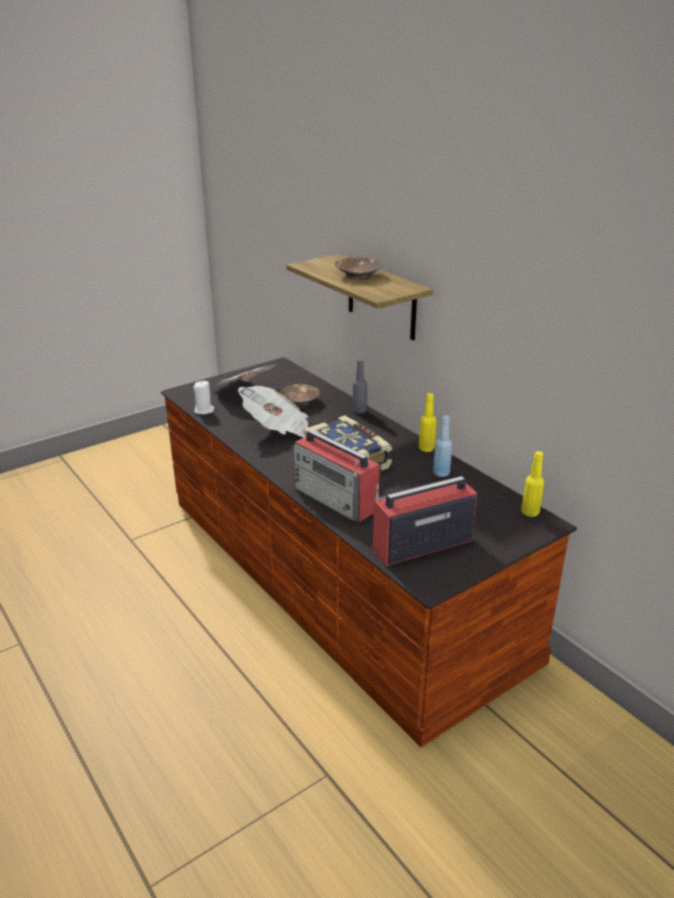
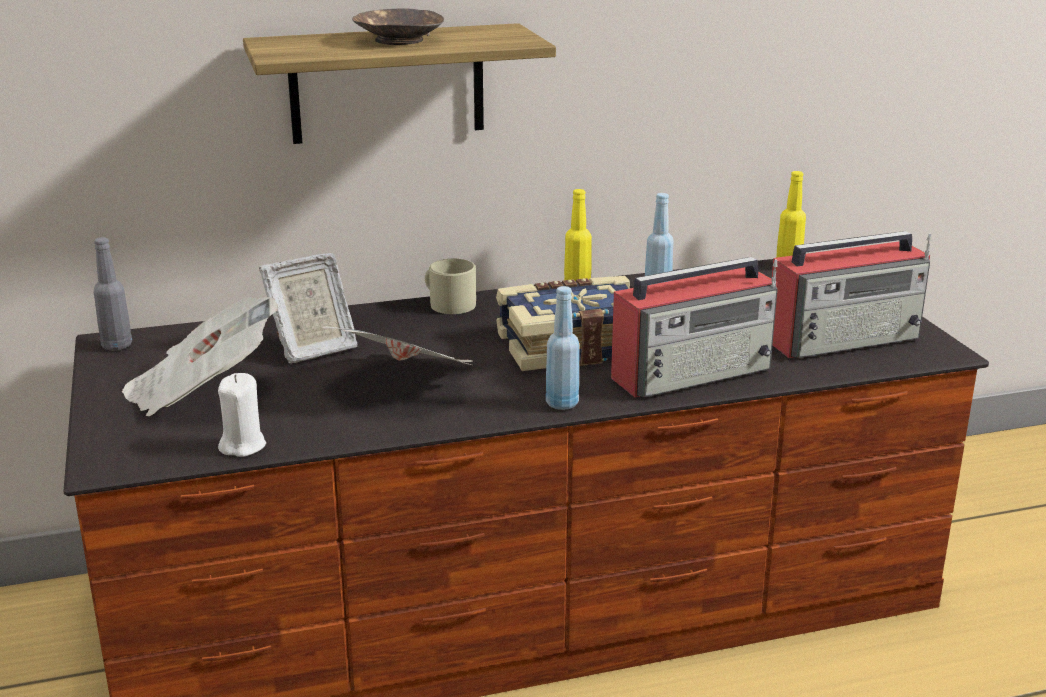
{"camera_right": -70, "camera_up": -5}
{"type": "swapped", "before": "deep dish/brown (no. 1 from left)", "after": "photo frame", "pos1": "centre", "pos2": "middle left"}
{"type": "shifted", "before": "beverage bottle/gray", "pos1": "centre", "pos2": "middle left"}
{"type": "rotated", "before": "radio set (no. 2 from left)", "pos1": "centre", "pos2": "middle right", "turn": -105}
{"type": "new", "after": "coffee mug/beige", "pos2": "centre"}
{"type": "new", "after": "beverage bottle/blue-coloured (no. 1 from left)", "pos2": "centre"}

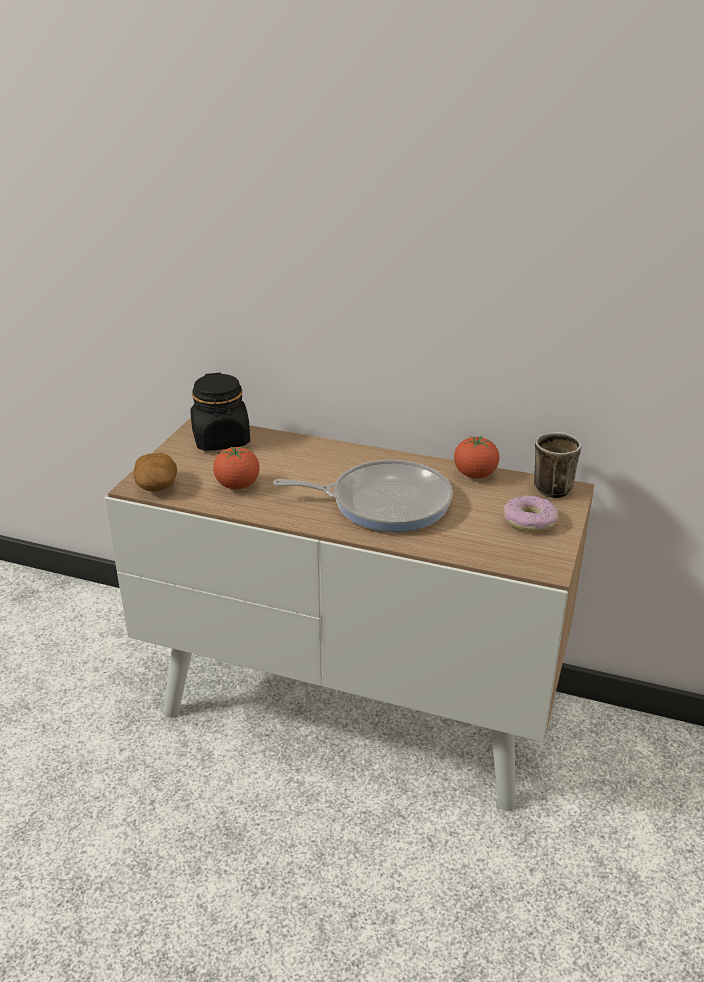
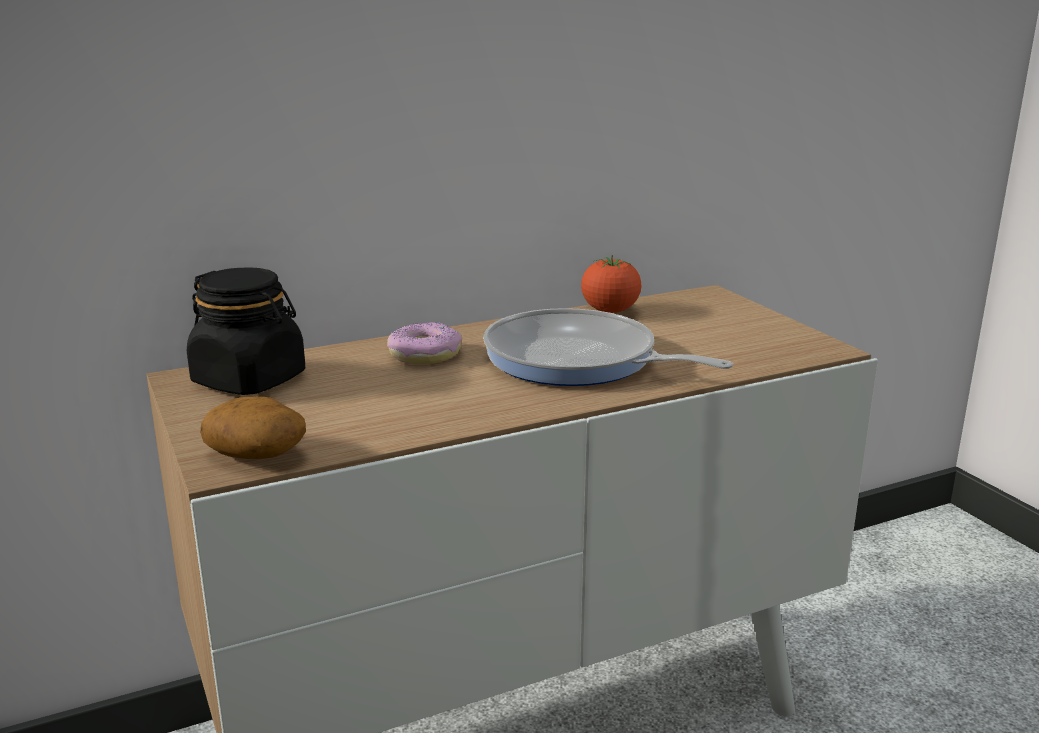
{"camera_right": -45, "camera_up": -10}
{"type": "gone", "before": "tomato (no. 1 from left)", "pos1": "centre"}
{"type": "rotated", "before": "frying pan", "pos1": "centre", "pos2": "centre", "turn": -105}
{"type": "shifted", "before": "doughnut", "pos1": "middle right", "pos2": "centre"}
{"type": "gone", "before": "coffee mug", "pos1": "middle right"}

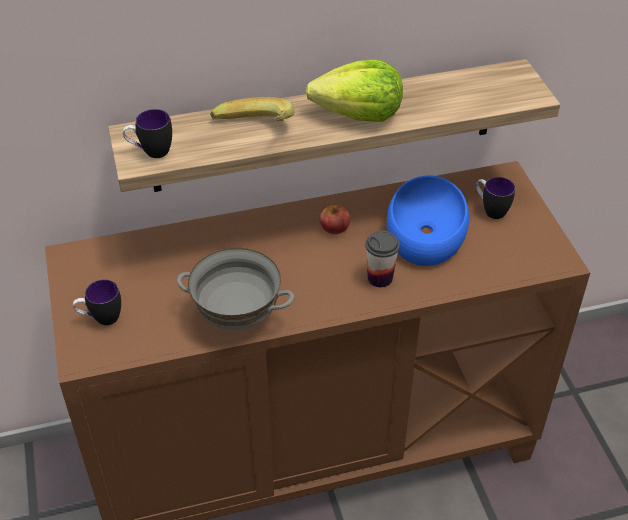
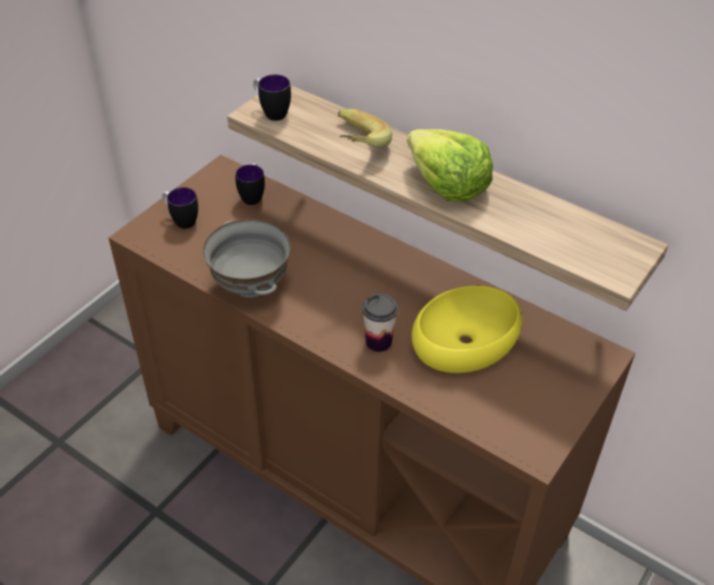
{"camera_right": 50, "camera_up": 0}
{"type": "gone", "before": "apple fruit", "pos1": "centre"}
{"type": "repainted", "before": "deep dish/blue-coloured", "after": "deep dish/yellow", "pos1": "middle right", "pos2": "centre"}
{"type": "shifted", "before": "coffee mug (no. 3 from left in the first image)", "after": "coffee mug (no. 2 from left)", "pos1": "middle right", "pos2": "top centre"}

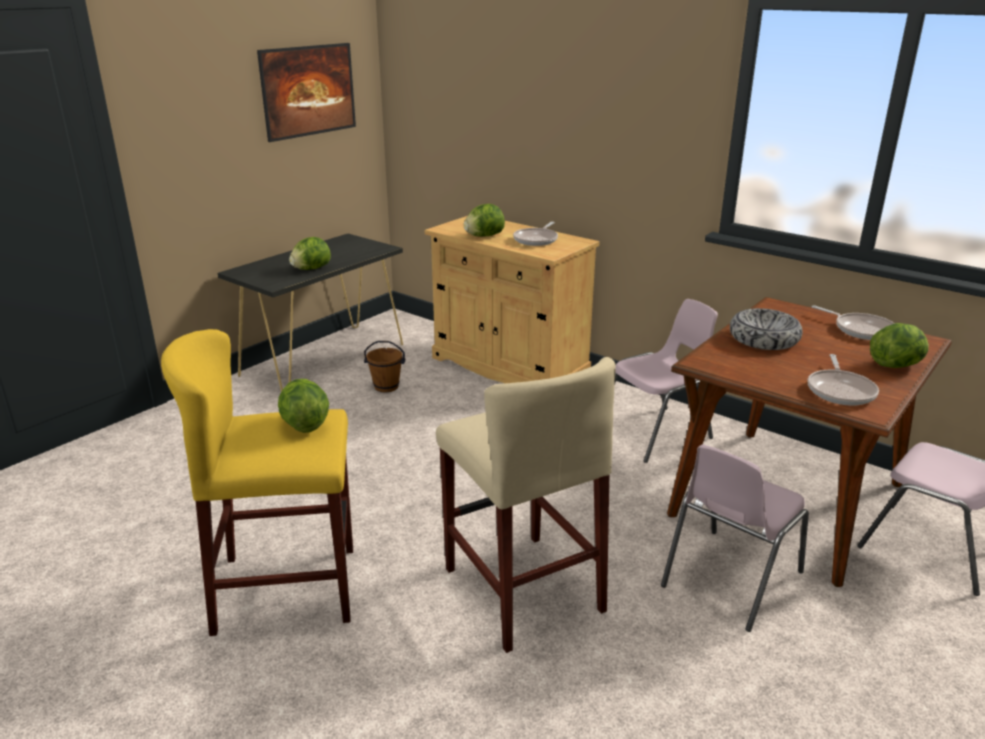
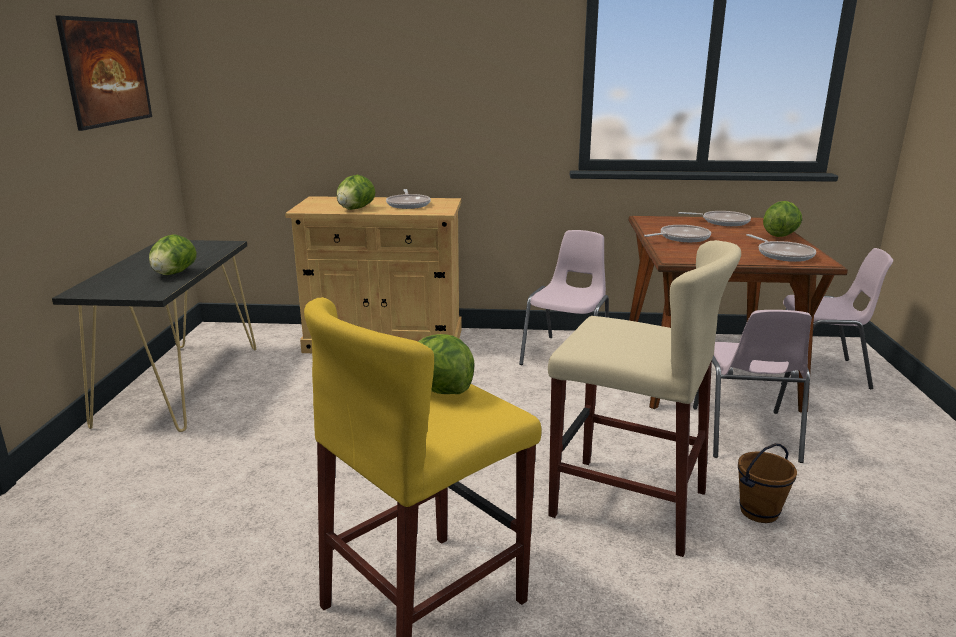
{"camera_right": -35, "camera_up": -5}
{"type": "shifted", "before": "bucket/brown", "pos1": "centre", "pos2": "bottom right"}
{"type": "swapped", "before": "deep dish", "after": "frying pan (no. 2 from left)", "pos1": "middle right", "pos2": "middle right"}

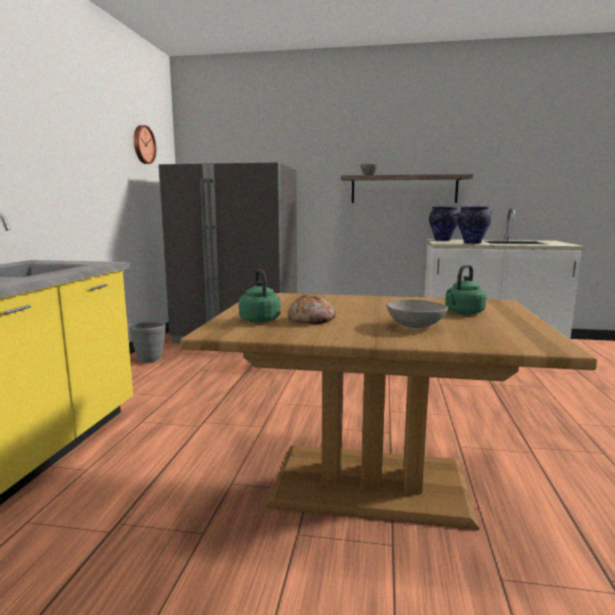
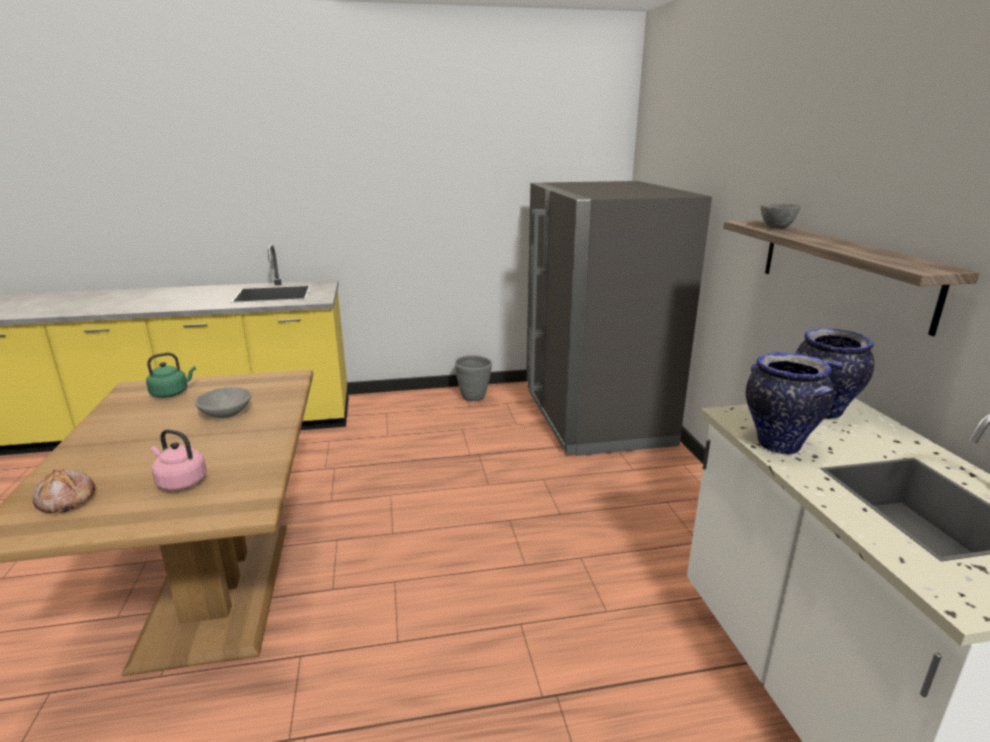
{"camera_right": 70, "camera_up": 10}
{"type": "gone", "before": "hanging clock", "pos1": "top left"}
{"type": "shifted", "before": "baked bread", "pos1": "centre", "pos2": "middle left"}
{"type": "shifted", "before": "deep dish/gray (no. 2 from left in the first image)", "after": "deep dish/gray (no. 1 from left)", "pos1": "middle right", "pos2": "middle left"}
{"type": "repainted", "before": "tea kettle/green-coloured (no. 2 from left)", "after": "tea kettle/pink-coloured", "pos1": "middle right", "pos2": "middle left"}

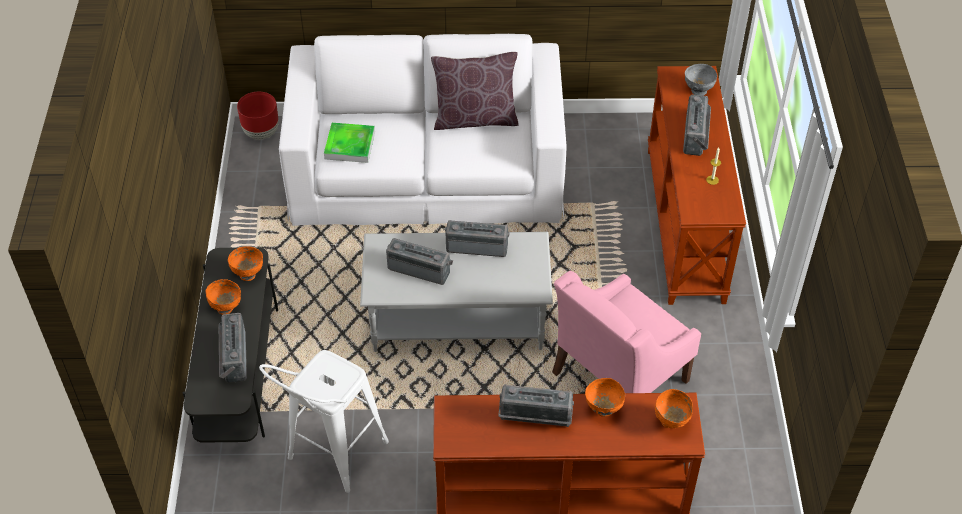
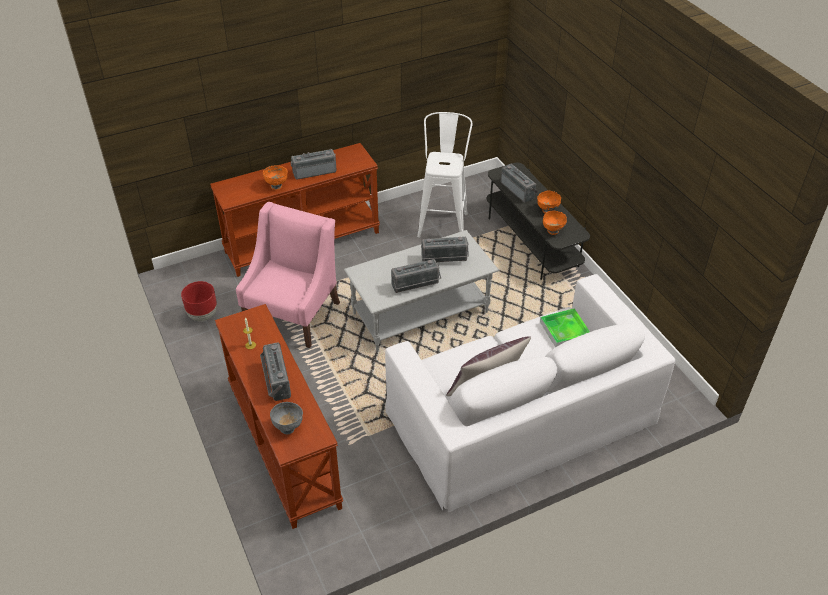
{"camera_right": 155, "camera_up": -5}
{"type": "shifted", "before": "flower pot/red-coloured", "pos1": "top left", "pos2": "middle left"}
{"type": "gone", "before": "deep dish/orange (no. 4 from left)", "pos1": "bottom right"}

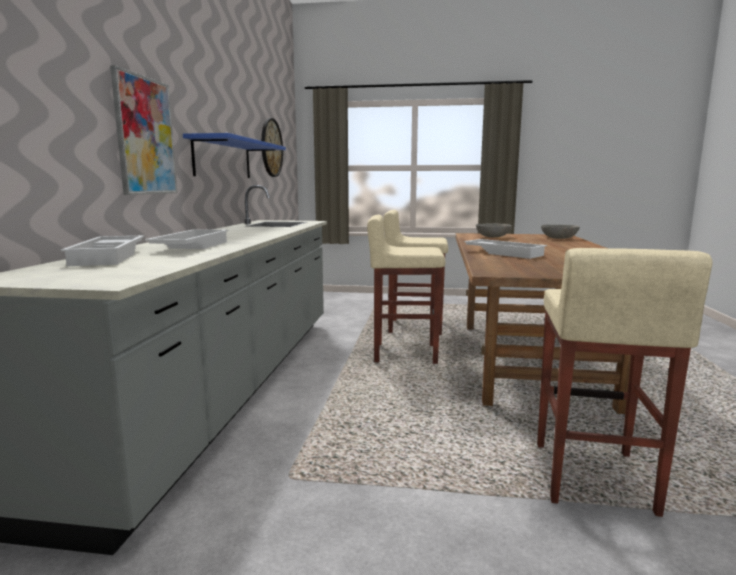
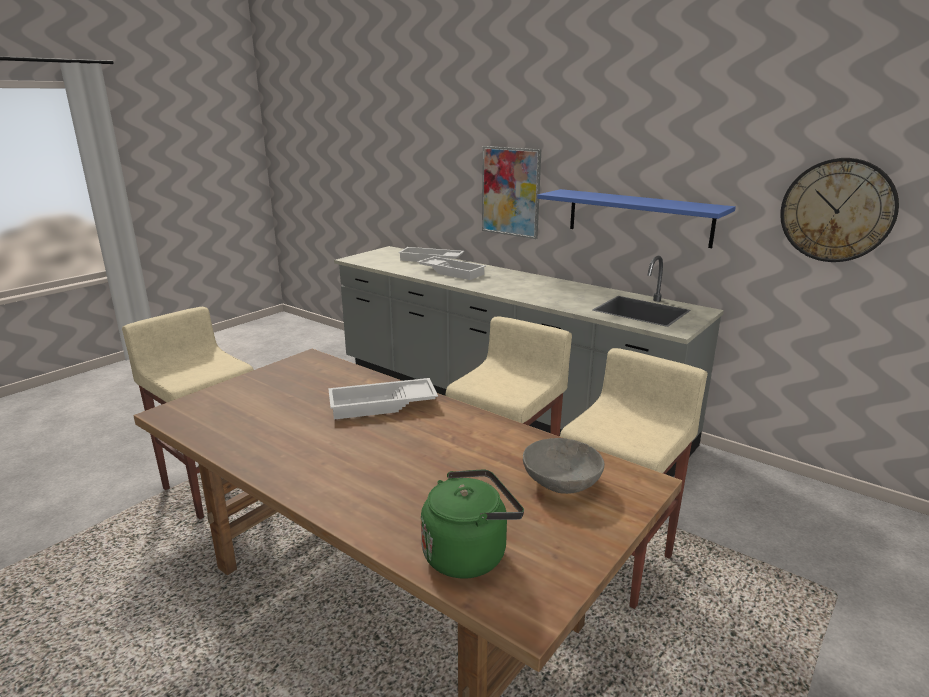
{"camera_right": 120, "camera_up": 10}
{"type": "swapped", "before": "deep dish/gray (no. 2 from left)", "after": "tea kettle/green-coloured", "pos1": "middle right", "pos2": "bottom centre"}

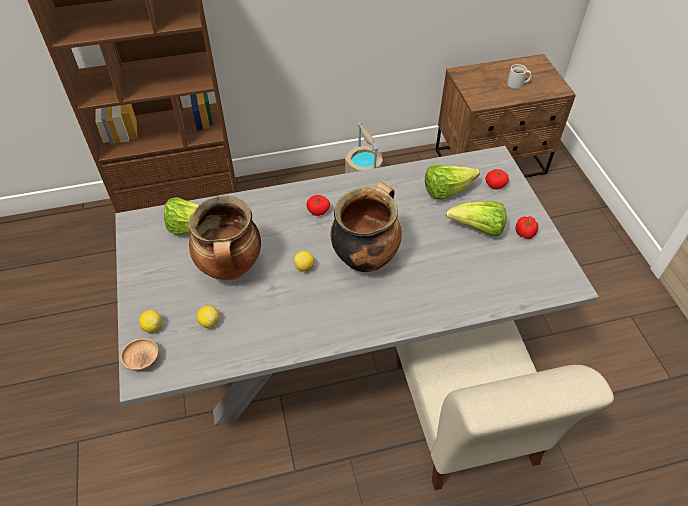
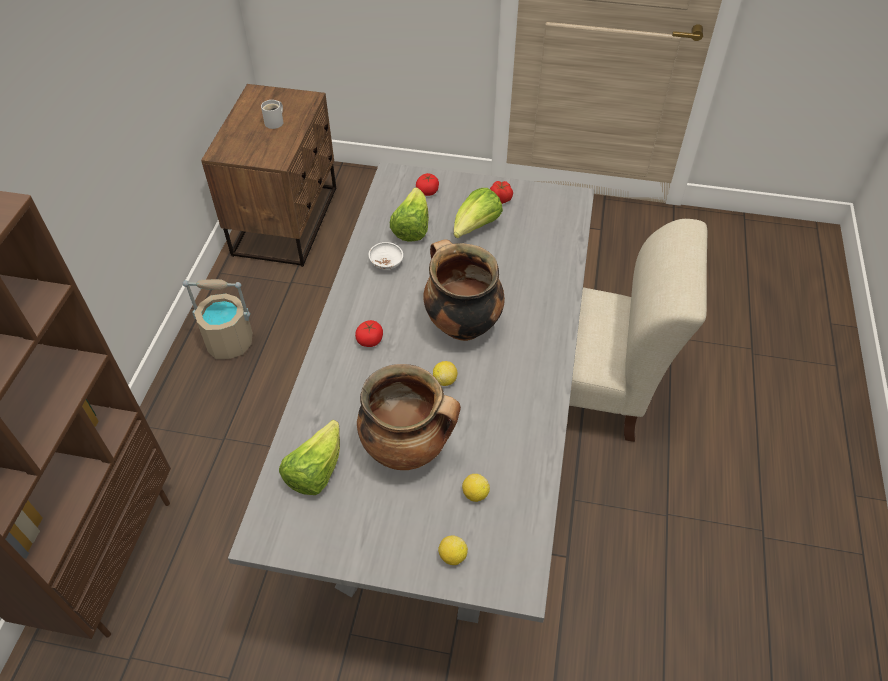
{"camera_right": -65, "camera_up": 0}
{"type": "gone", "before": "deep dish/brown", "pos1": "bottom left"}
{"type": "new", "after": "deep dish/white", "pos2": "centre"}

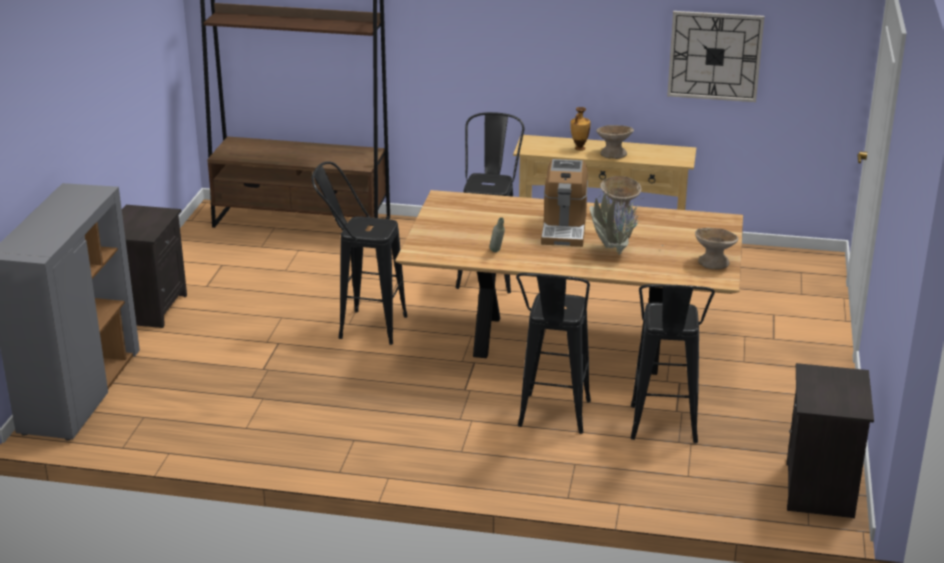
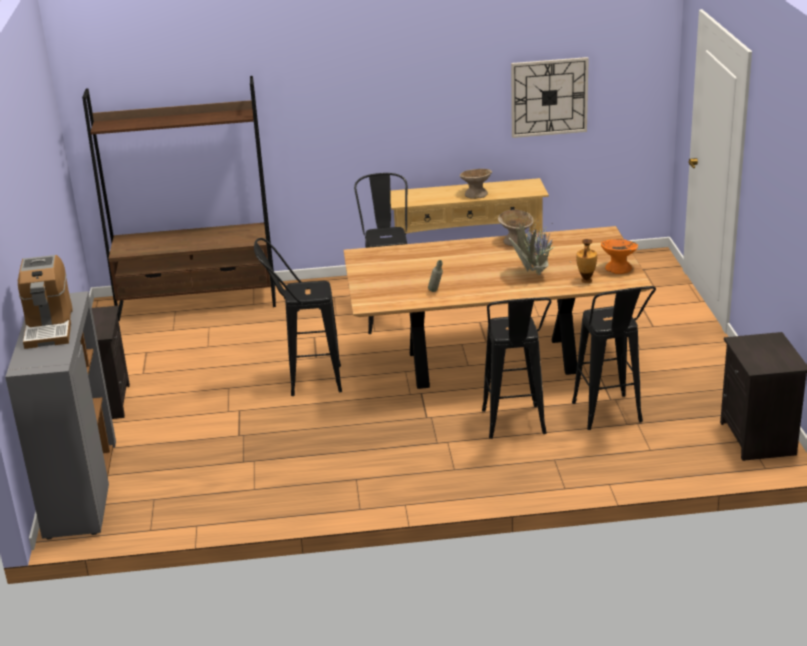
{"camera_right": -15, "camera_up": 0}
{"type": "shifted", "before": "coffee machine", "pos1": "centre", "pos2": "middle left"}
{"type": "shifted", "before": "decorative vase", "pos1": "top centre", "pos2": "middle right"}
{"type": "repainted", "before": "deep dish/beige (no. 3 from left)", "after": "deep dish/orange", "pos1": "middle right", "pos2": "middle right"}

